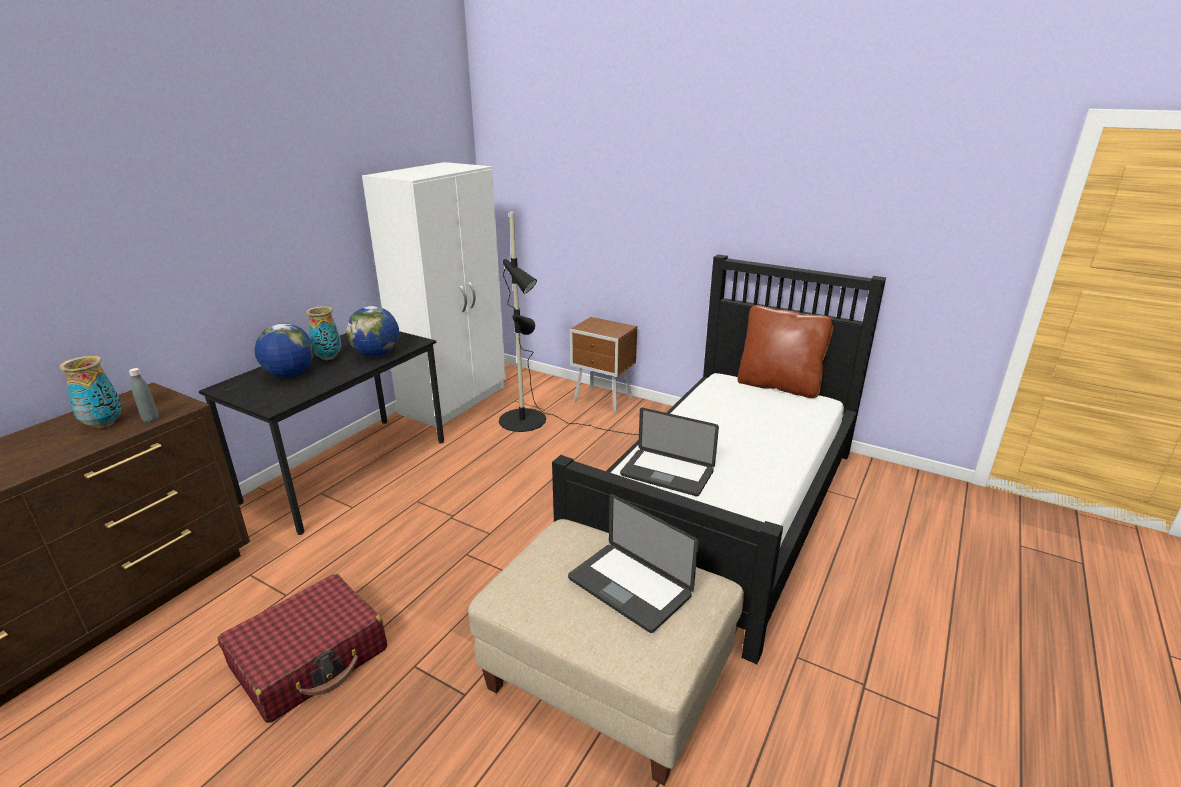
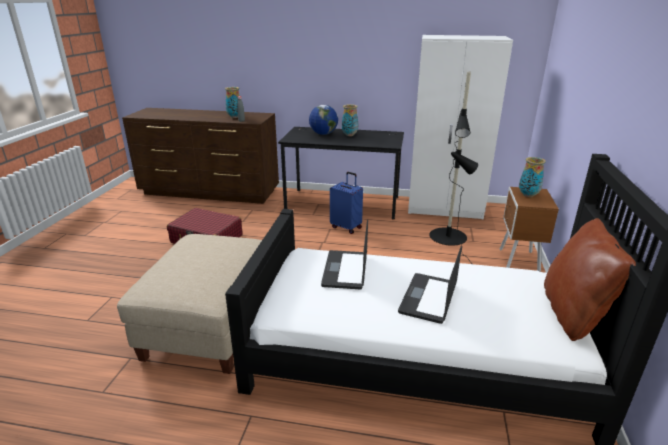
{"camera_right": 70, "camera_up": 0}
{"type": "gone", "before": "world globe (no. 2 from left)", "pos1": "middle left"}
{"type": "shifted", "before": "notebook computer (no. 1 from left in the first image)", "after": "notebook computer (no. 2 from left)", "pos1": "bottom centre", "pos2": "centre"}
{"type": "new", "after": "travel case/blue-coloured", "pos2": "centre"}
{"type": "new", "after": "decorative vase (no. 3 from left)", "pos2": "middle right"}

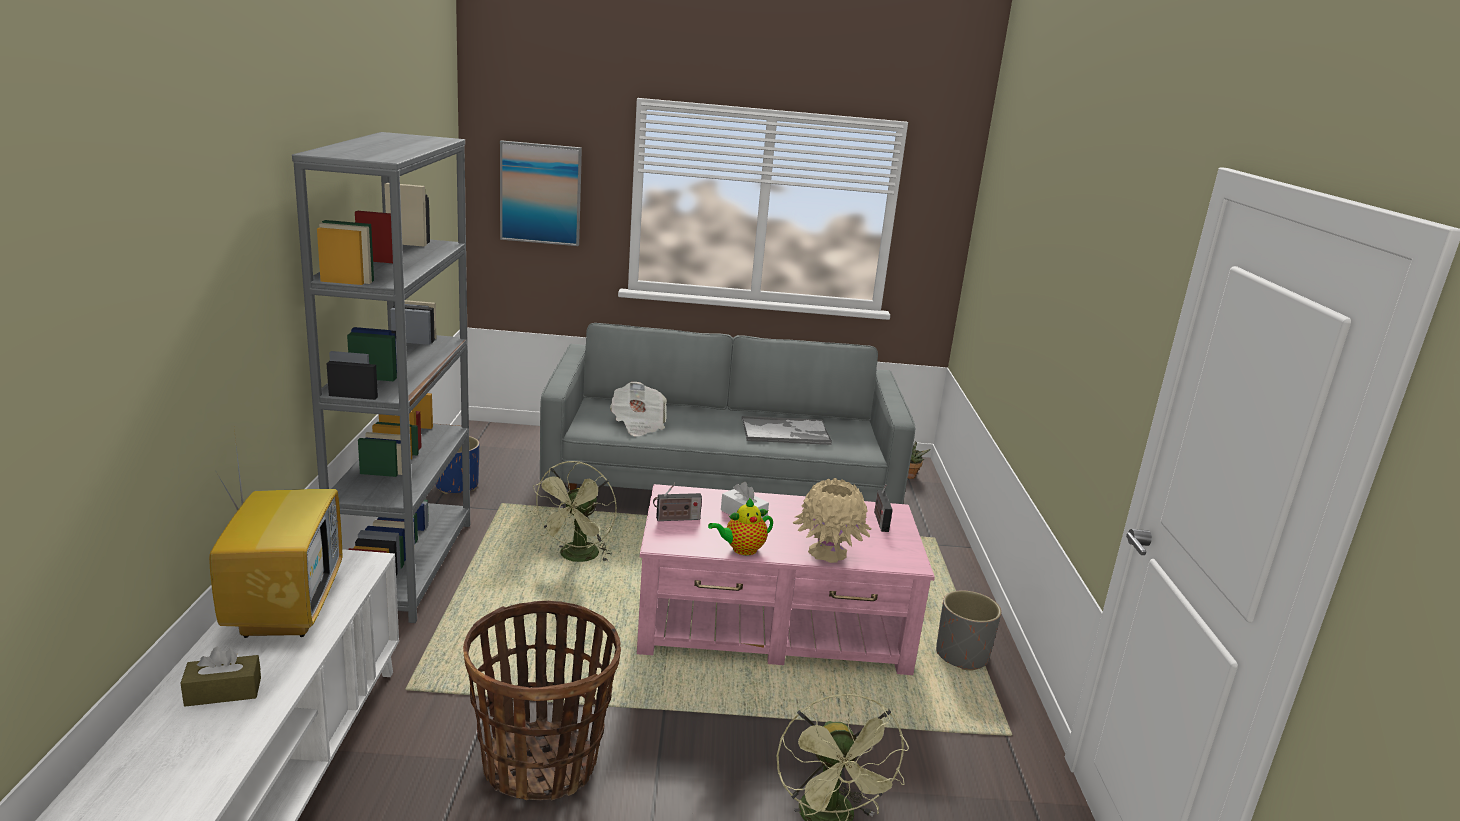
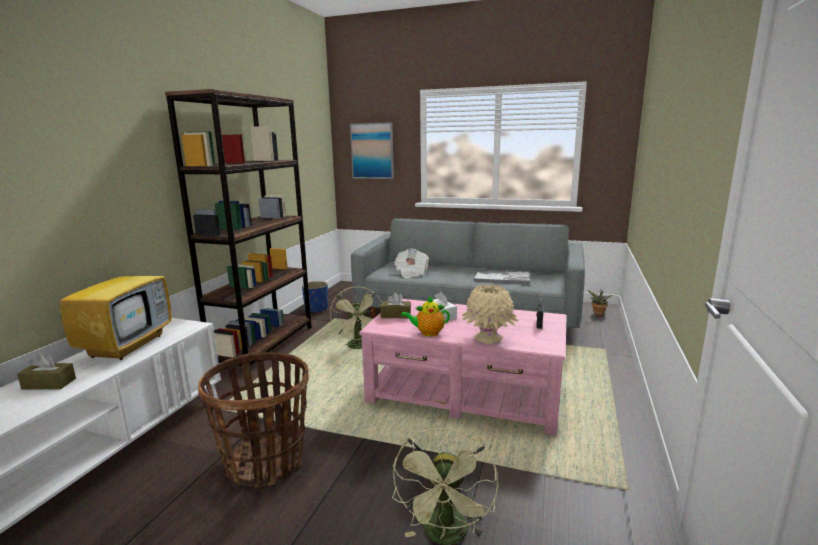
{"camera_right": 20, "camera_up": -5}
{"type": "repainted", "before": "shelving unit/gray", "after": "shelving unit/brown", "pos1": "middle left", "pos2": "middle left"}
{"type": "rotated", "before": "fan/green-coloured (no. 1 from left)", "pos1": "centre", "pos2": "centre", "turn": -45}
{"type": "swapped", "before": "radio set (no. 1 from left)", "after": "box of tissues/brown (no. 2 from left)", "pos1": "centre", "pos2": "centre"}
{"type": "gone", "before": "flower pot/gray", "pos1": "bottom centre"}

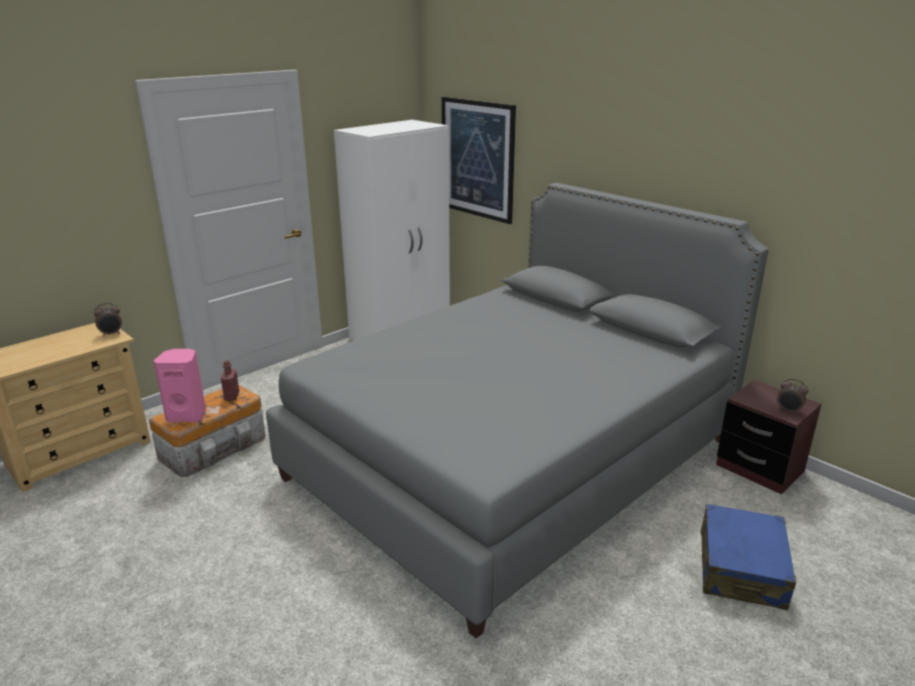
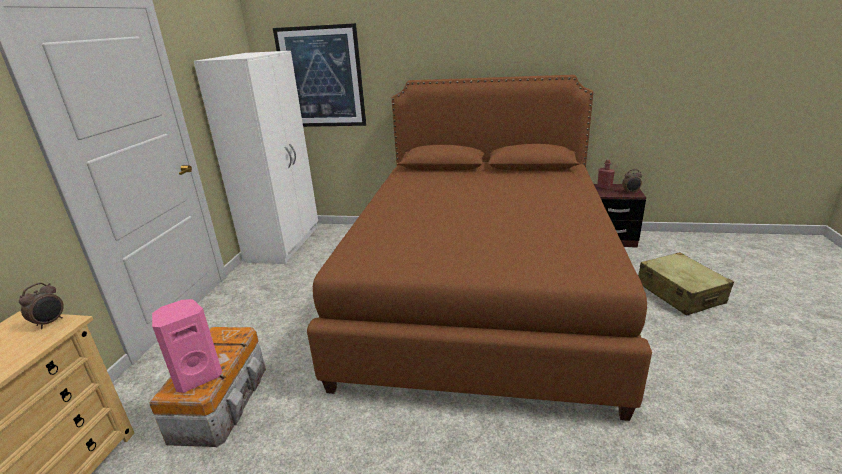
{"camera_right": -35, "camera_up": 0}
{"type": "shifted", "before": "beverage bottle/red-coloured", "pos1": "middle left", "pos2": "middle right"}
{"type": "repainted", "before": "sleeping bed/gray", "after": "sleeping bed/brown", "pos1": "centre", "pos2": "centre"}
{"type": "repainted", "before": "travel case/blue-coloured", "after": "travel case/beige", "pos1": "bottom right", "pos2": "middle right"}

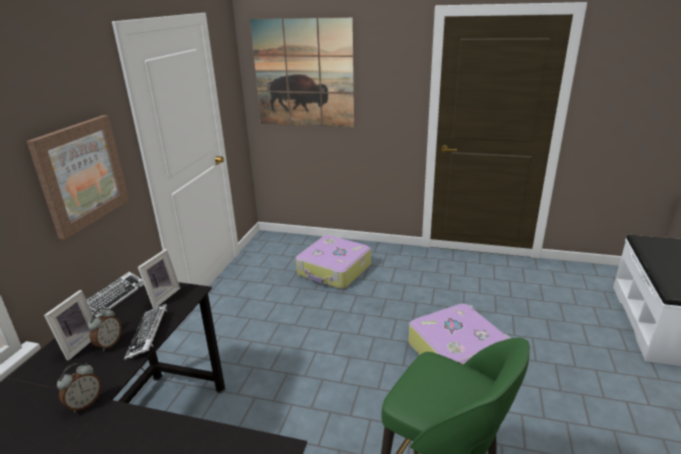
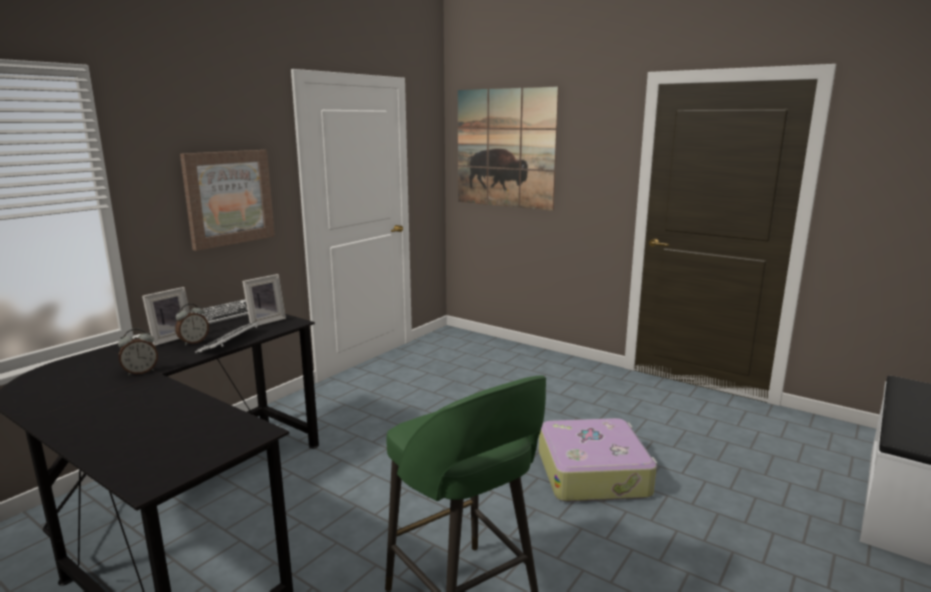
{"camera_right": 20, "camera_up": -10}
{"type": "gone", "before": "travel case (no. 1 from left)", "pos1": "centre"}

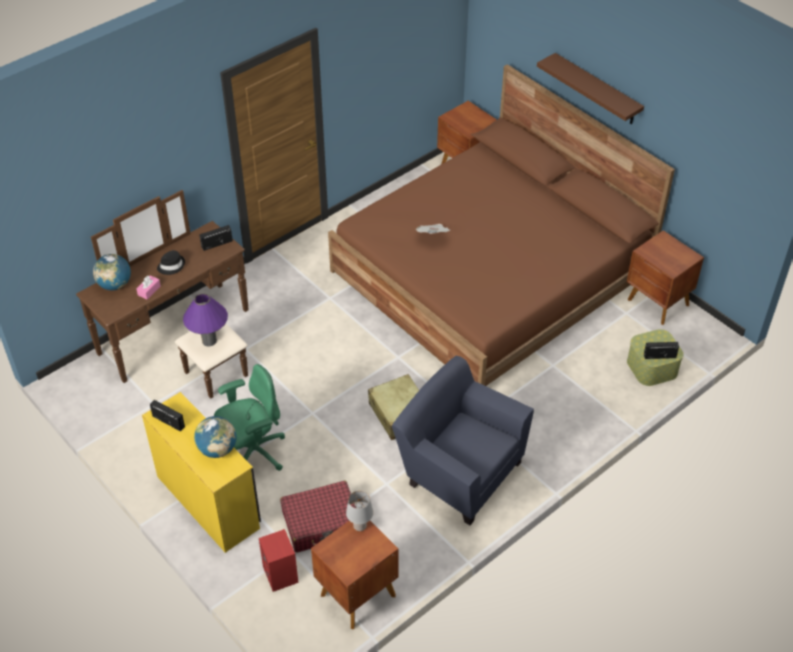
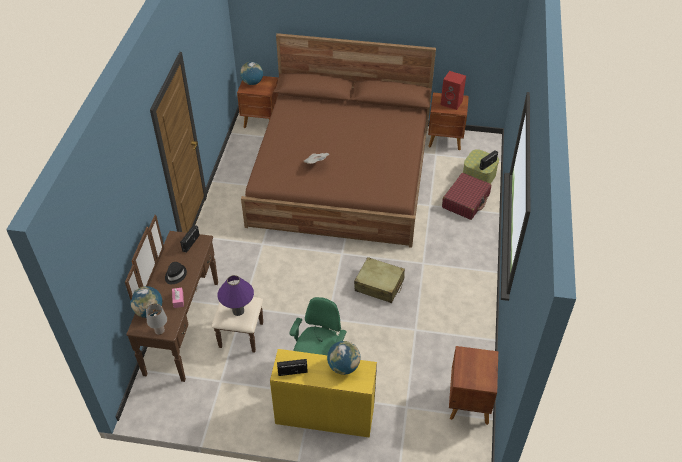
{"camera_right": -40, "camera_up": 0}
{"type": "shifted", "before": "speaker/red-coloured", "pos1": "bottom centre", "pos2": "top centre"}
{"type": "shifted", "before": "travel case/red-coloured", "pos1": "bottom centre", "pos2": "middle right"}
{"type": "shifted", "before": "lamp for a table/gray", "pos1": "bottom centre", "pos2": "bottom left"}
{"type": "gone", "before": "armchair/blue-coloured", "pos1": "bottom centre"}
{"type": "gone", "before": "wall shelf/brown", "pos1": "top right"}
{"type": "new", "after": "world globe (no. 2 from left)", "pos2": "top centre"}

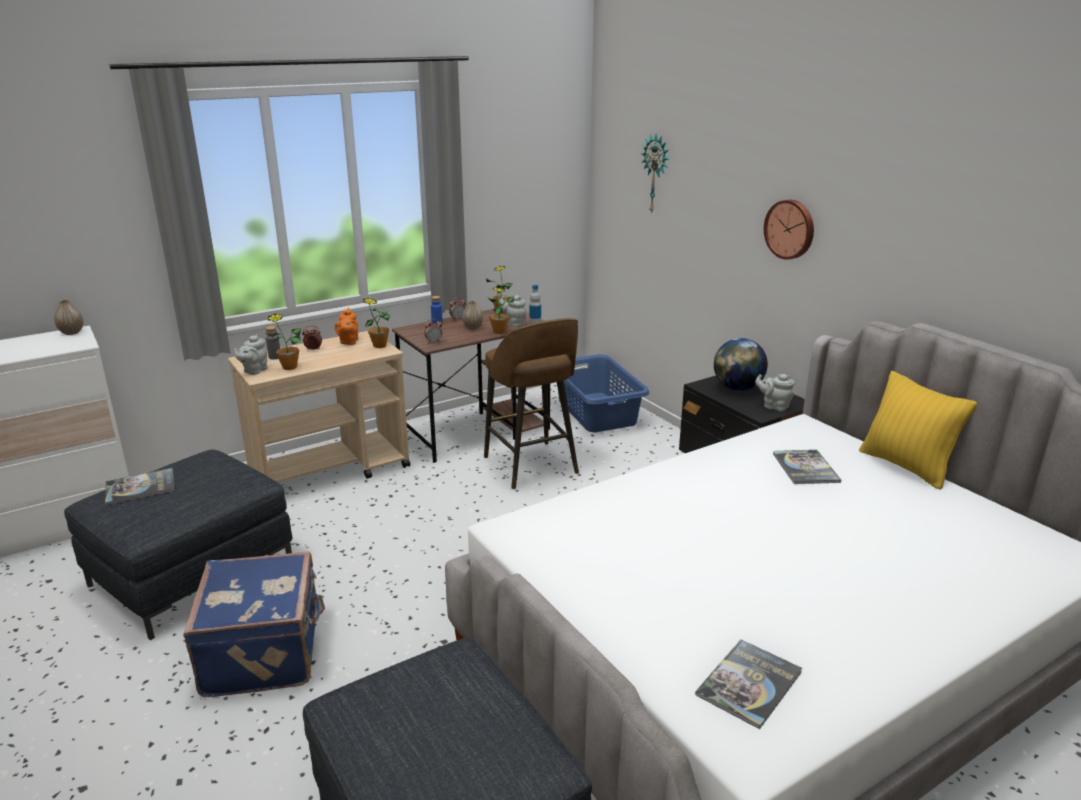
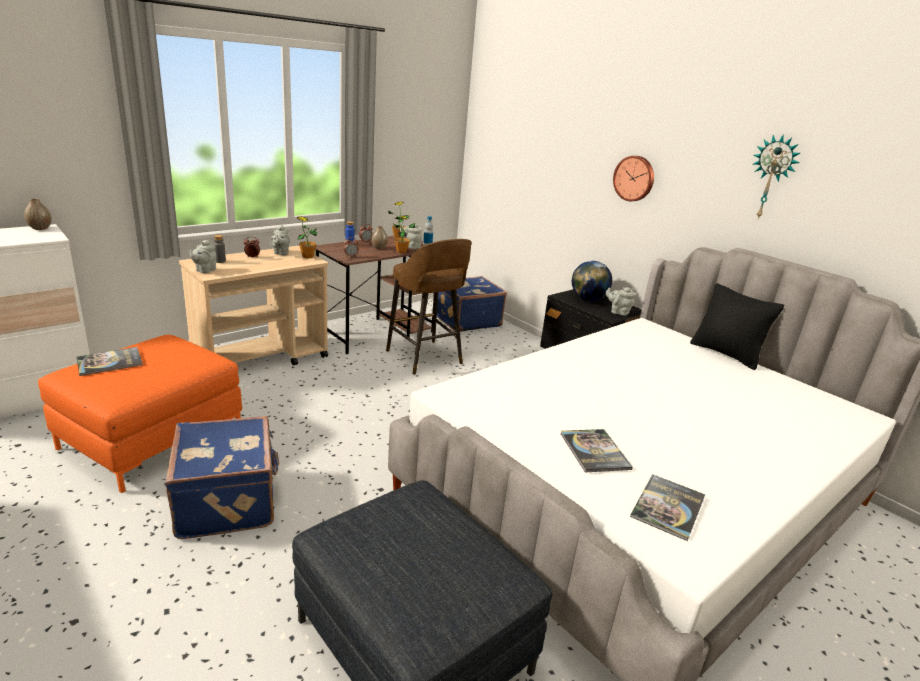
{"camera_right": -10, "camera_up": 0}
{"type": "repainted", "before": "ottoman/gray (no. 1 from left)", "after": "ottoman/orange", "pos1": "bottom left", "pos2": "middle left"}
{"type": "gone", "before": "potted plant (no. 1 from left)", "pos1": "middle left"}
{"type": "repainted", "before": "pot for tea/orange", "after": "pot for tea/gray (no. 2 from left)", "pos1": "middle left", "pos2": "middle left"}
{"type": "swapped", "before": "hamper/blue-coloured", "after": "travel case/blue-coloured (no. 2 from left)", "pos1": "centre", "pos2": "centre"}
{"type": "shifted", "before": "hanging clock (no. 1 from left in the first image)", "after": "hanging clock (no. 2 from left)", "pos1": "top centre", "pos2": "top right"}
{"type": "shifted", "before": "bound book (no. 3 from left in the first image)", "after": "bound book (no. 2 from left)", "pos1": "middle right", "pos2": "centre"}
{"type": "repainted", "before": "cushion/yellow", "after": "cushion/blackish", "pos1": "middle right", "pos2": "middle right"}

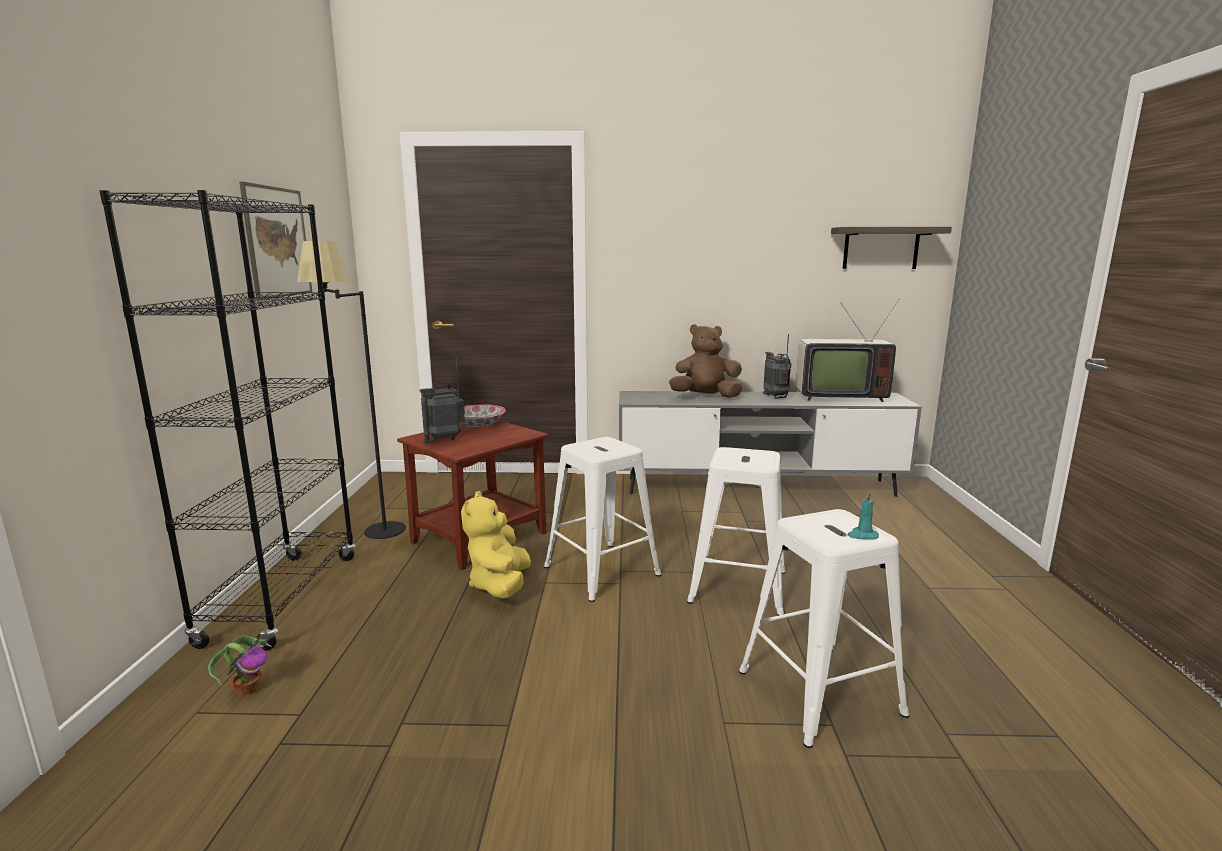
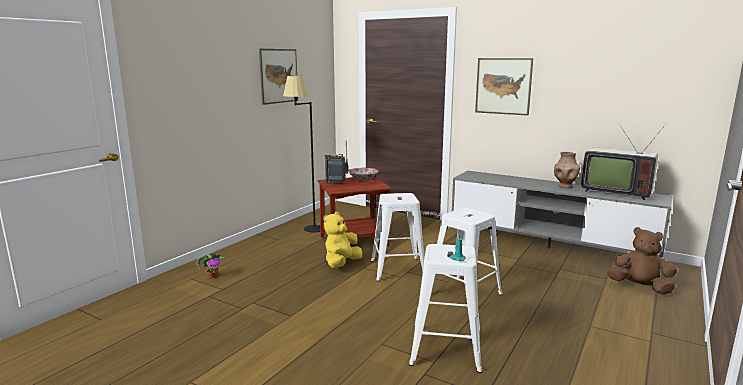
{"camera_right": 30, "camera_up": 0}
{"type": "gone", "before": "shelving unit/blackish", "pos1": "middle left"}
{"type": "shifted", "before": "plush toy/brown", "pos1": "centre", "pos2": "bottom right"}
{"type": "swapped", "before": "radio set (no. 2 from left)", "after": "decorative vase/brown", "pos1": "centre", "pos2": "middle right"}
{"type": "gone", "before": "wall shelf", "pos1": "top right"}
{"type": "new", "after": "wall picture (no. 2 from left)", "pos2": "top right"}

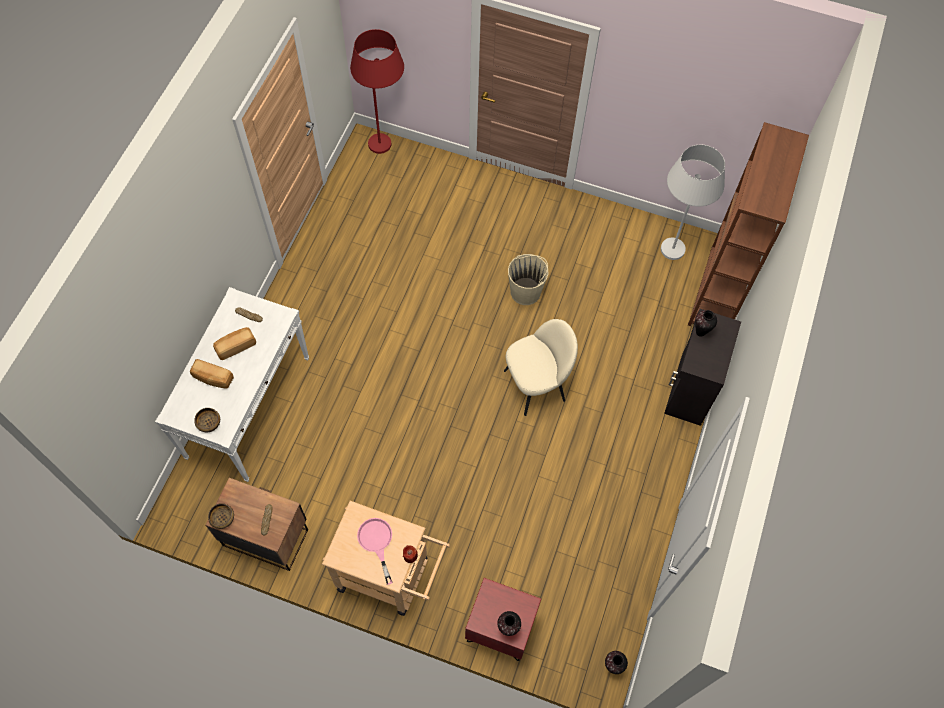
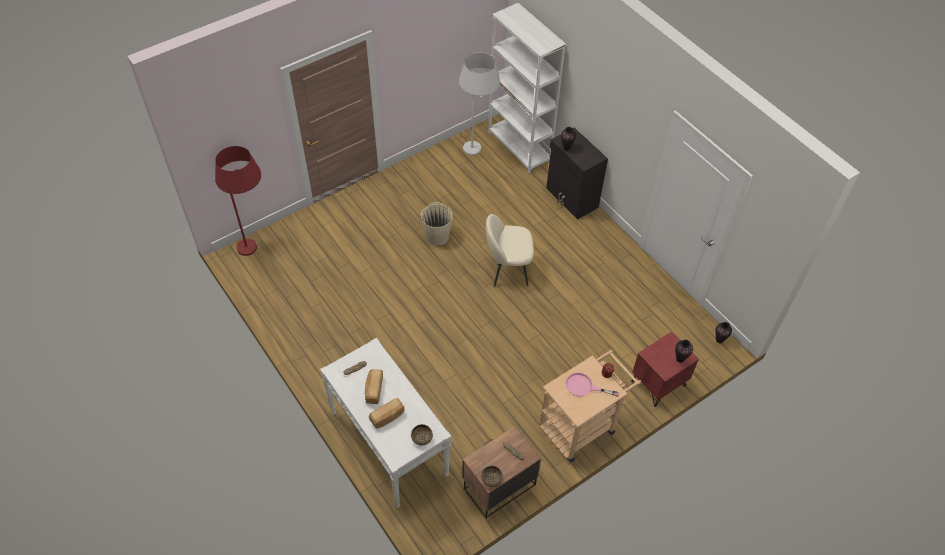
{"camera_right": -55, "camera_up": -10}
{"type": "rotated", "before": "chair/beige", "pos1": "centre", "pos2": "centre", "turn": -105}
{"type": "repainted", "before": "shelving unit/brown", "after": "shelving unit/white", "pos1": "top right", "pos2": "top centre"}

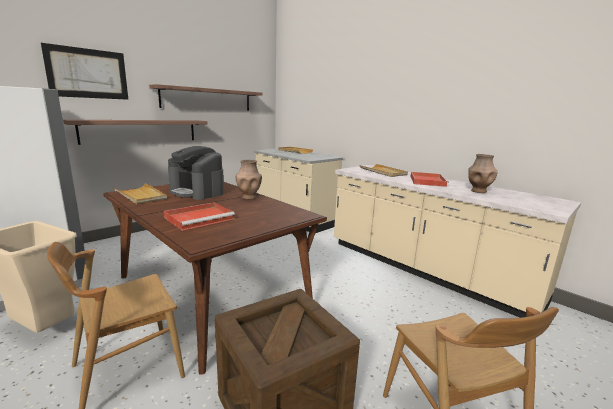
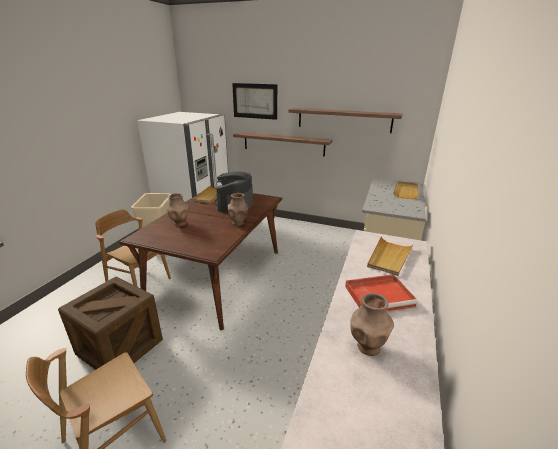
{"camera_right": 65, "camera_up": 10}
{"type": "swapped", "before": "tray/red-coloured (no. 1 from left)", "after": "decorative vase/brown (no. 1 from left)", "pos1": "middle left", "pos2": "middle left"}

